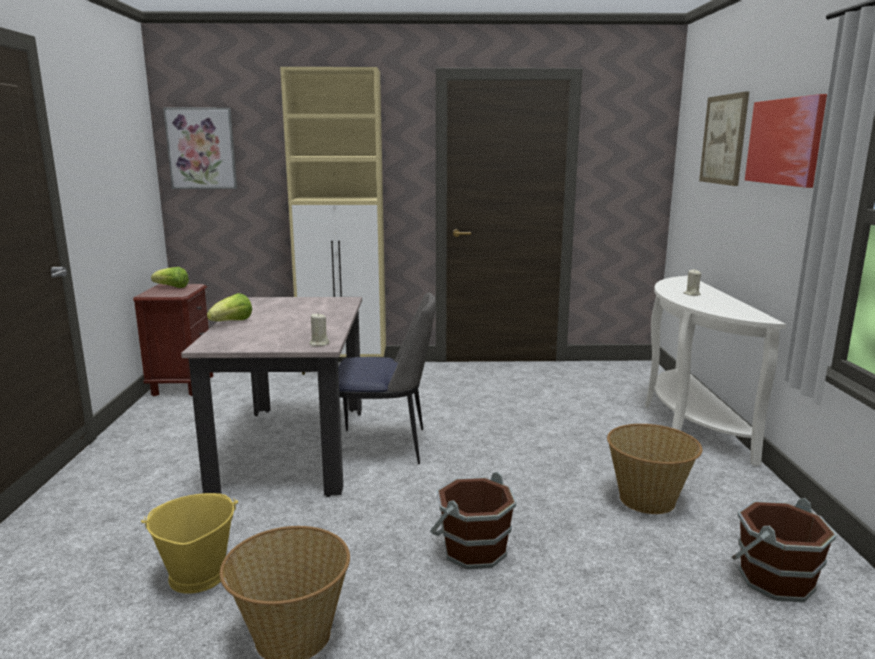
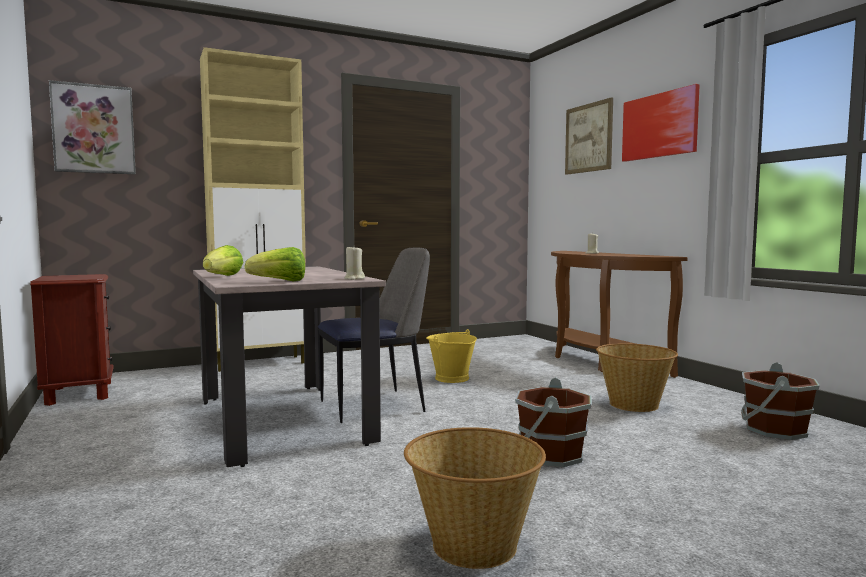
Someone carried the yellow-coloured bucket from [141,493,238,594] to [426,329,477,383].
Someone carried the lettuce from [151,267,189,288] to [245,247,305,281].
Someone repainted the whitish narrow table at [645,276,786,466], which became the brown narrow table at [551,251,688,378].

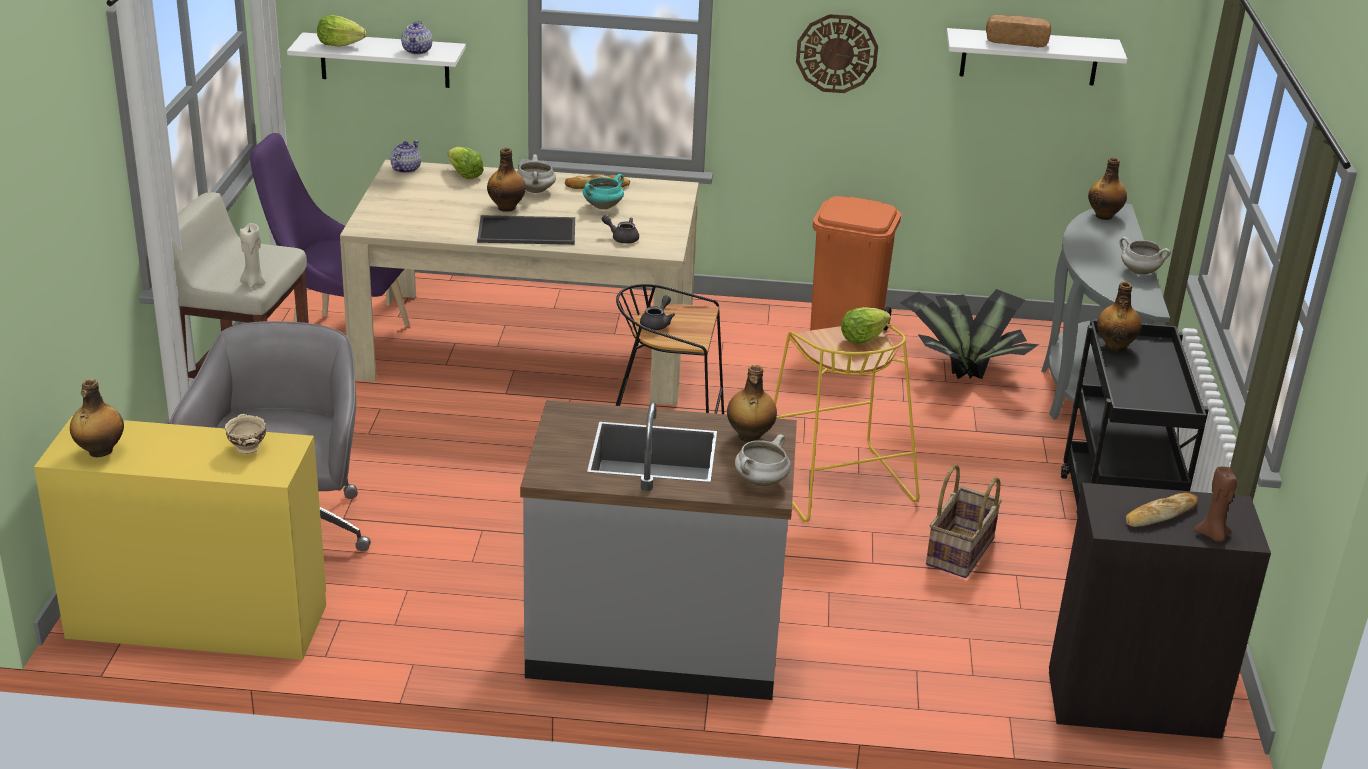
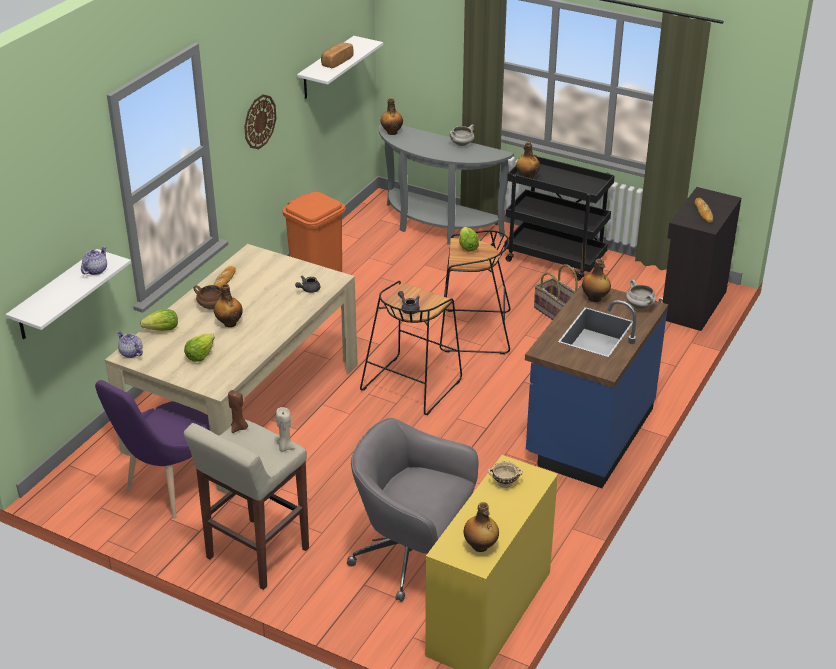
Someone took away the serving tray at [477,215,575,245].
Someone took away the turquoise-coloured stockpot at [583,174,624,210].
Someone took away the plant in a pot at [900,289,1040,379].
Someone carried the lettuce from [317,15,366,47] to [184,334,215,362].
Someone carried the brown candle from [1194,466,1237,542] to [228,390,248,433].
Someone repainted the whitish stockpot at [517,155,556,193], which became the brown stockpot at [193,285,222,310].
Someone repainted the greyish kitchen base unit at [520,400,797,700], which became the bluish kitchen base unit at [525,284,668,488].
Someone repainted the yellow-coloured sitting stool at [774,324,919,522], which became the black-coloured sitting stool at [440,230,511,354].
Someone rotated the pot for tea at [401,21,432,54] by 90 degrees counterclockwise.

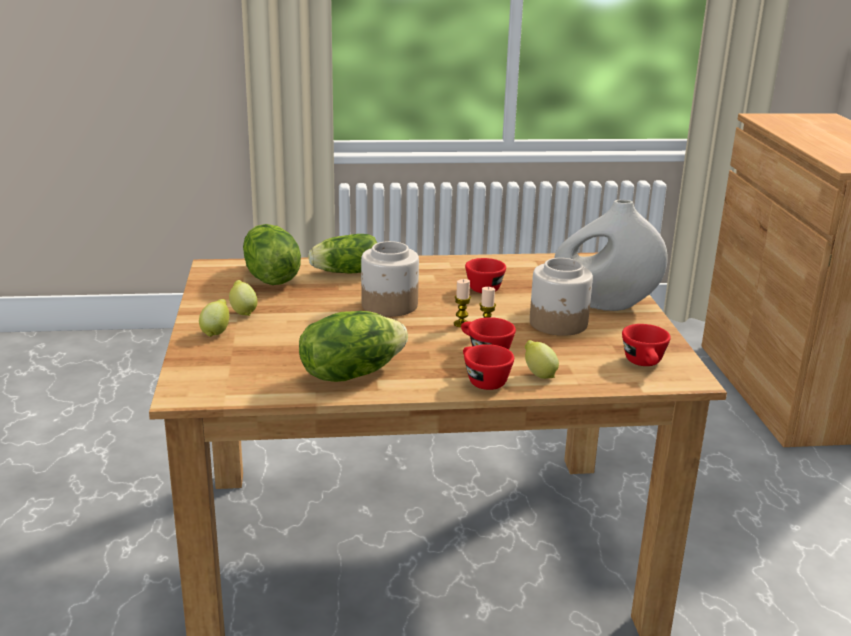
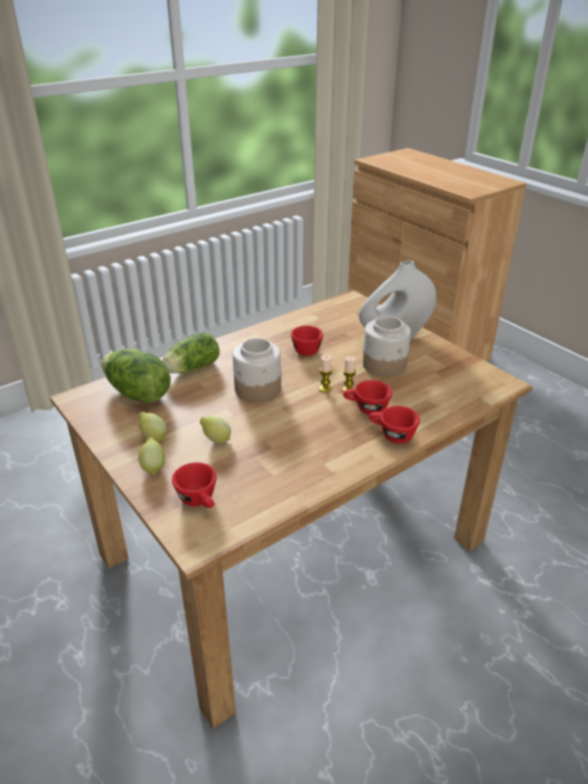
Someone took away the lettuce at [299,311,408,382].
Someone carried the whole lemon from [525,340,559,379] to [200,416,231,443].
Someone carried the red-coloured small cup from [622,324,671,366] to [172,462,217,508].

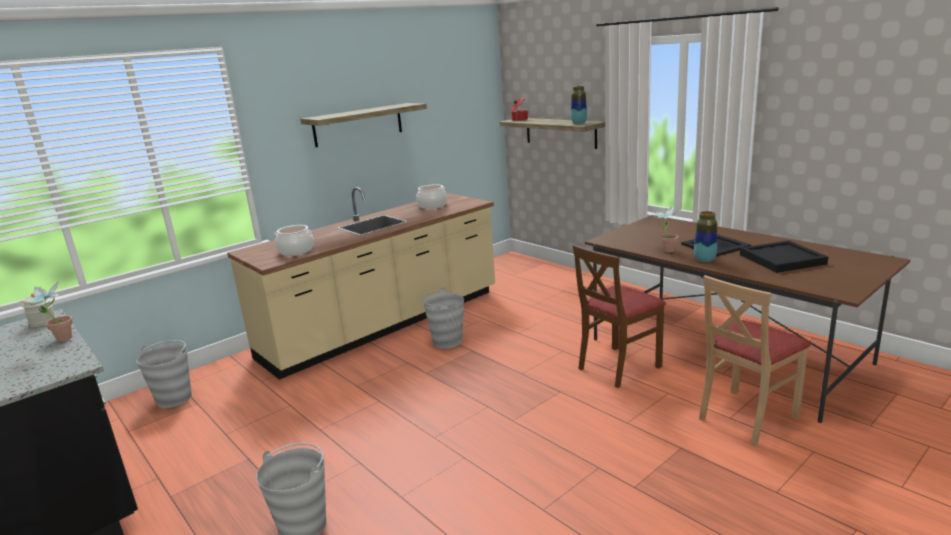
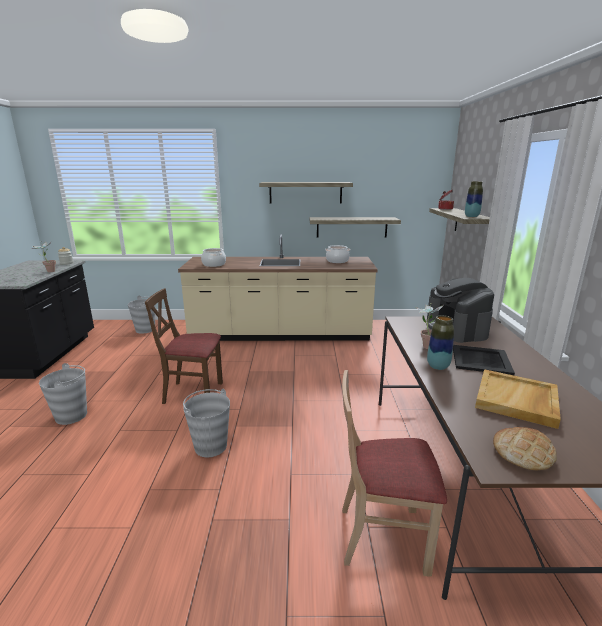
Someone put up the bracket shelf at [310,217,401,237].
Someone put down the coffee machine at [427,278,494,343].
Someone put down the baked bread at [493,427,557,470].
Someone carried the greyish bucket from [422,287,464,349] to [183,389,230,457].
Someone carried the brown chair from [573,245,666,388] to [145,288,223,404].
Someone repainted the black-coloured serving tray at [740,240,828,273], which became the beige-coloured serving tray at [475,369,561,429].

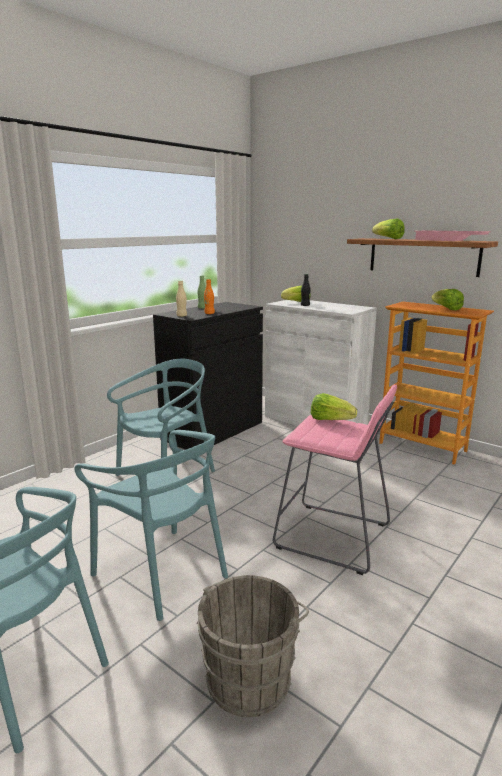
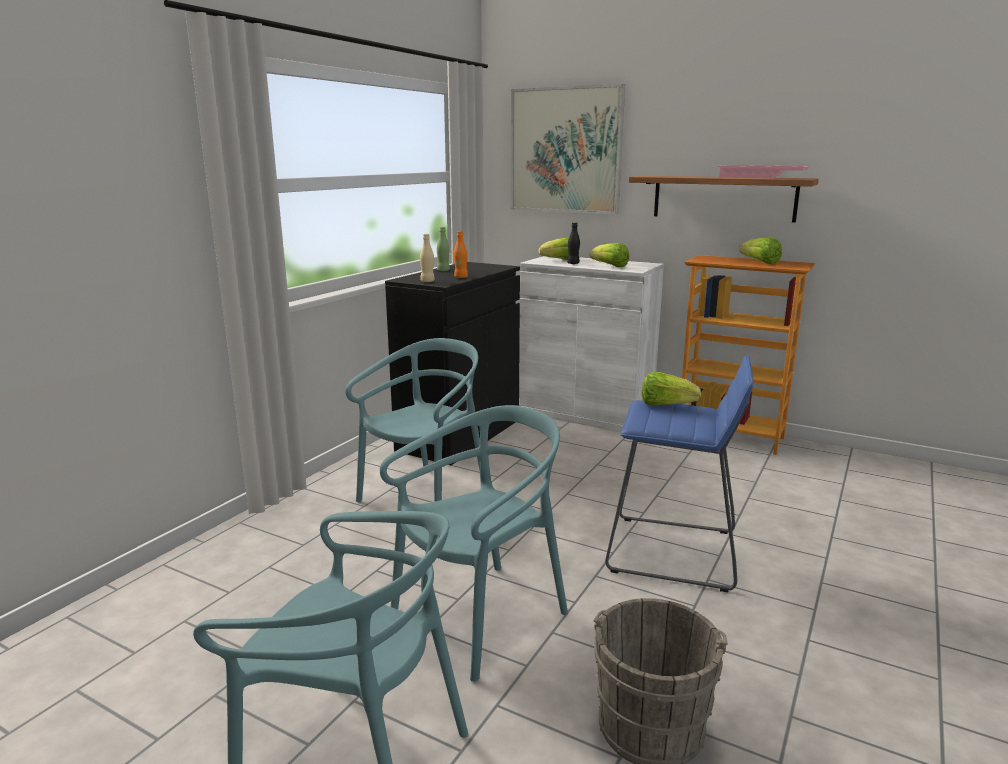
Someone put up the wall picture at [511,84,625,214].
Someone carried the lettuce from [372,218,405,239] to [590,243,629,267].
Someone repainted the pinkish sitting stool at [273,385,397,575], which became the bluish sitting stool at [605,356,754,592].
Someone rotated the turquoise-coloured chair at [74,430,228,621] by 75 degrees counterclockwise.

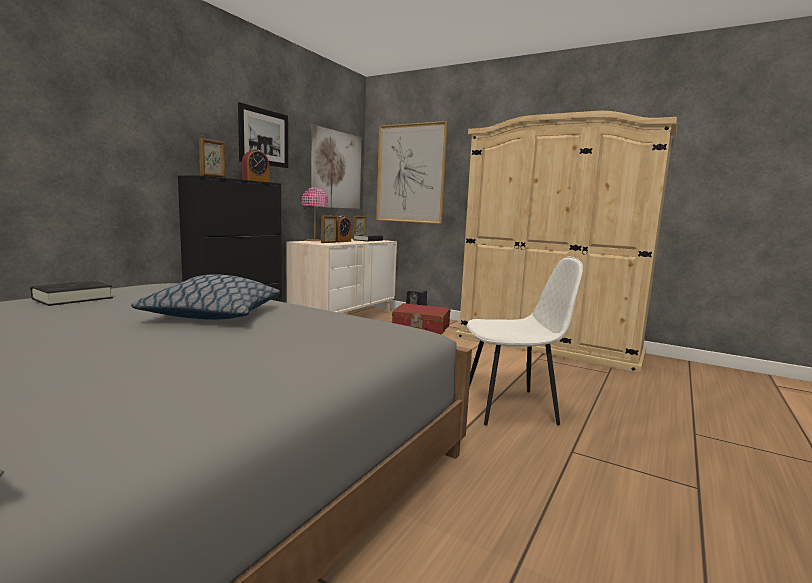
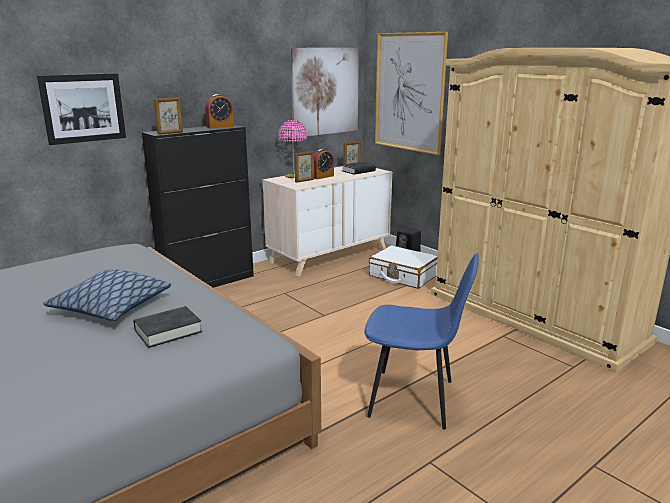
Someone carried the black-coloured book from [30,281,113,306] to [133,306,202,348].
Someone carried the wall picture from [238,102,288,168] to [37,73,126,145].
Someone repainted the red-coloured travel case at [392,303,450,334], which became the whitish travel case at [369,245,438,289].
Someone repainted the whitish chair at [467,257,583,426], which became the bluish chair at [364,253,479,430].

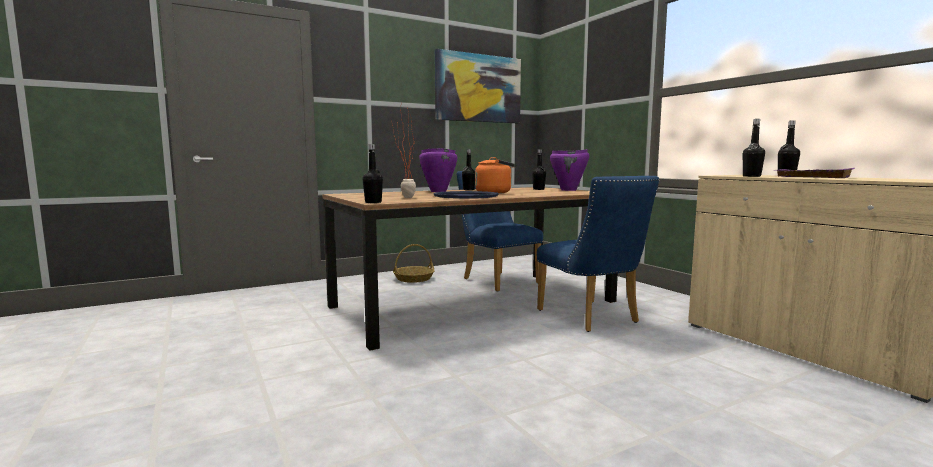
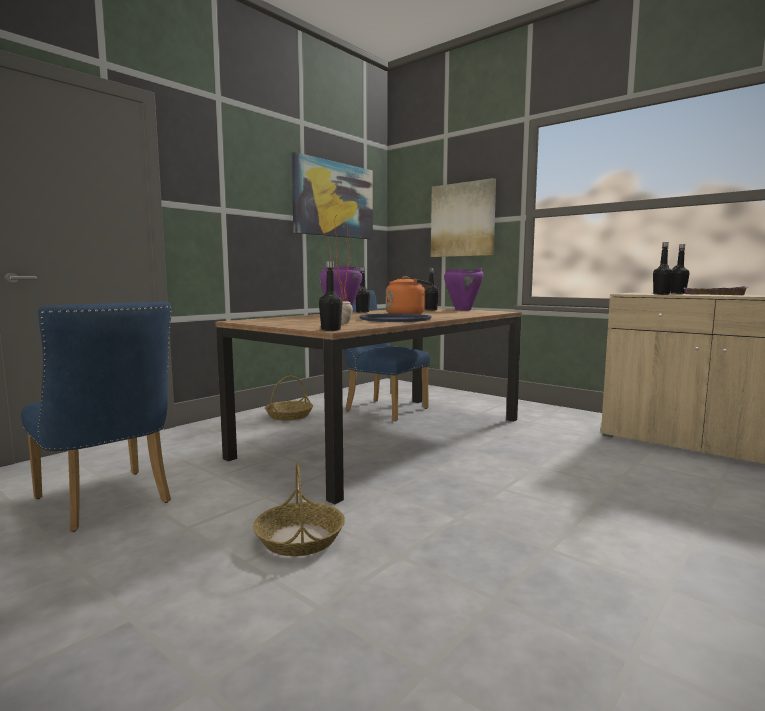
Someone put down the storage basket at [253,462,345,556].
Someone put up the wall picture at [431,178,496,257].
Someone carried the bluish chair from [537,176,660,332] to [21,302,171,532].

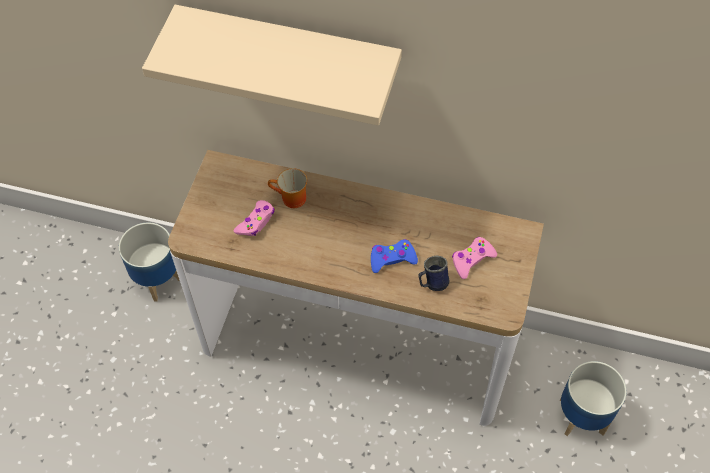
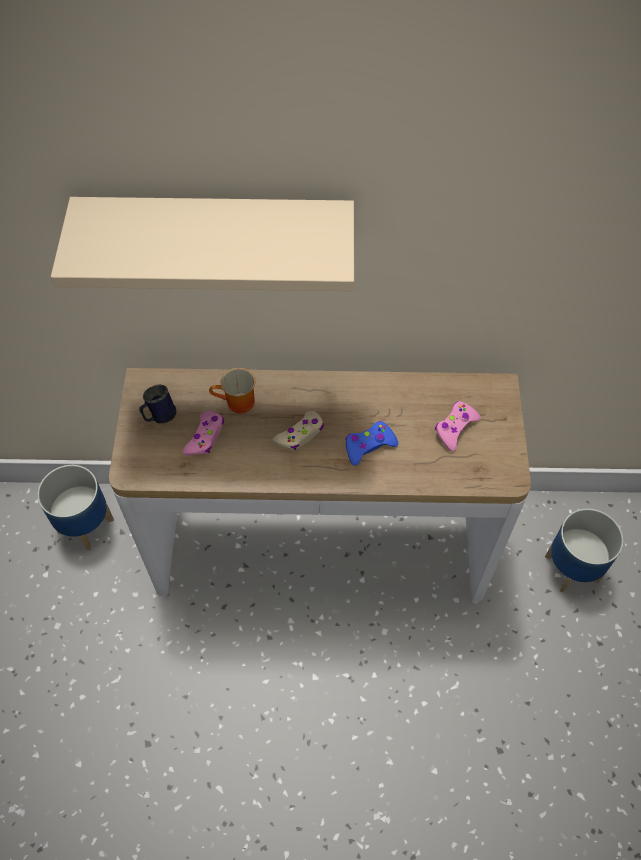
Someone put down the beige-coloured game controller at [273,411,324,450].
Someone carried the bluish coffee mug from [418,256,449,291] to [139,384,177,424].

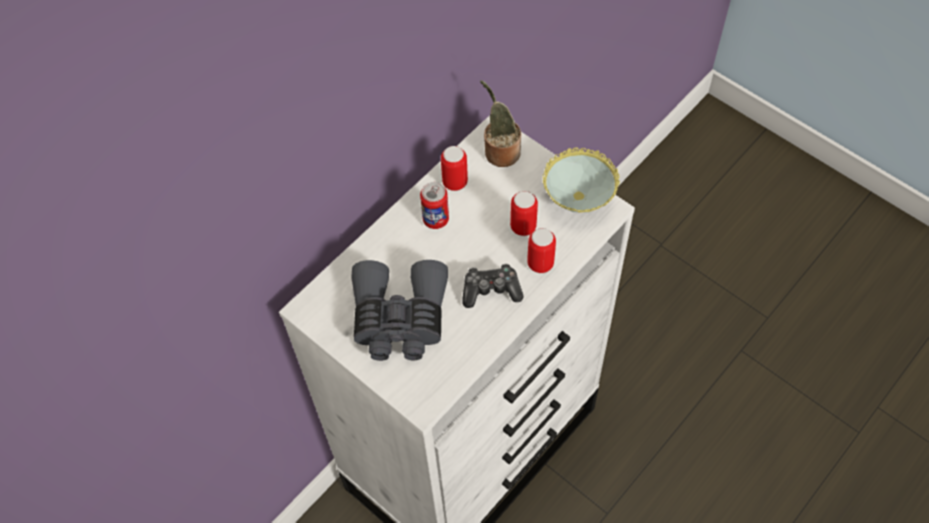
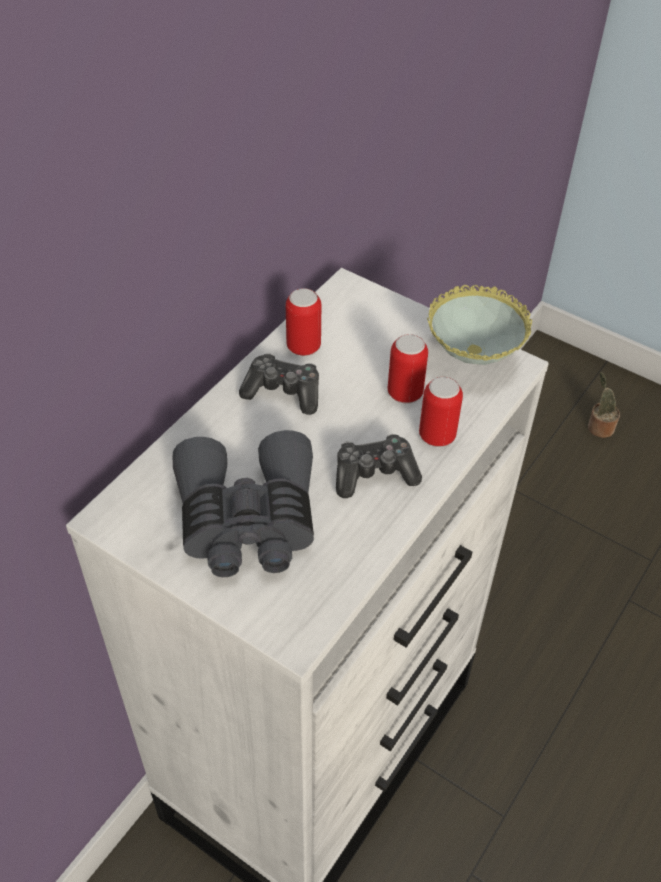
Someone carried the plant in a pot from [480,80,521,167] to [588,372,620,438].
Someone swapped the sealed can at [420,182,449,229] for the game controller at [239,353,319,415].

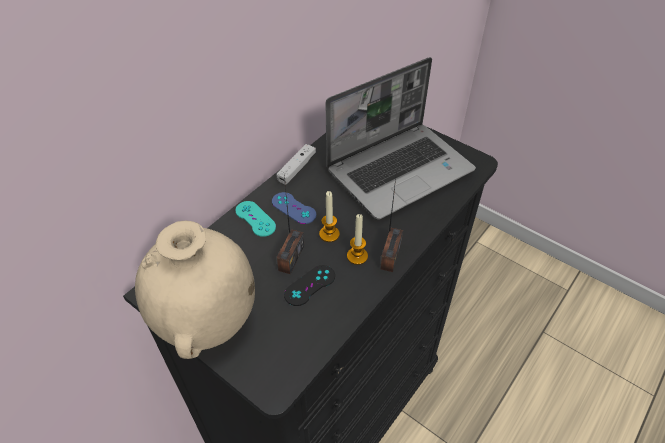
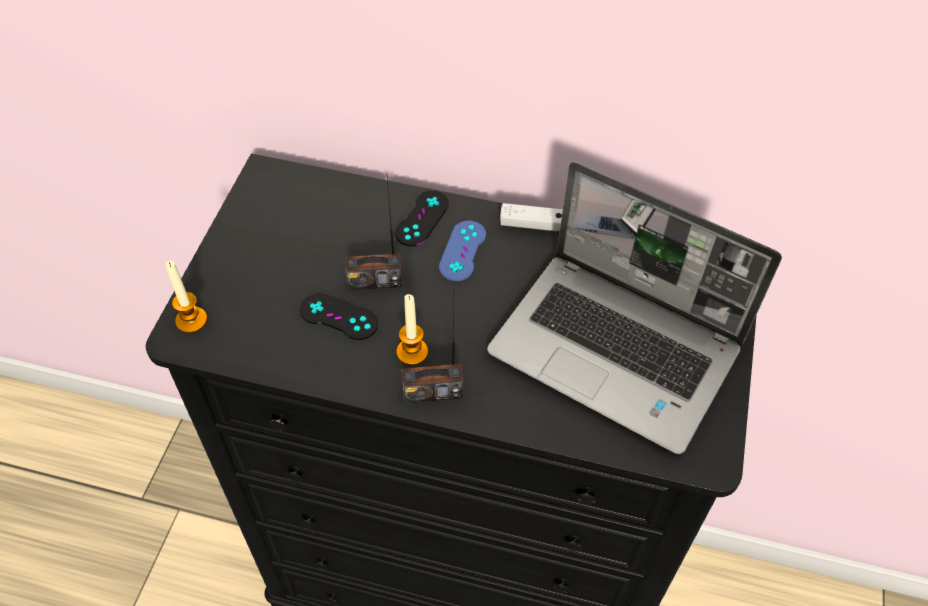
Someone took away the beige-coloured decorative vase at [135,221,255,359].
Someone carried the candle from [319,191,340,242] to [166,261,207,333].
Someone repainted the turquoise-coloured game controller at [235,201,276,237], which became the black-coloured game controller at [395,191,449,246].

